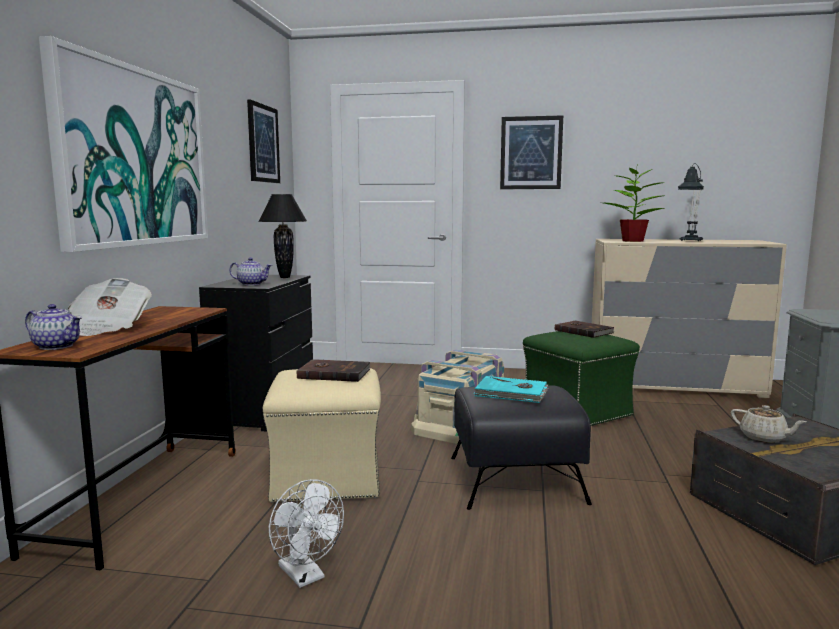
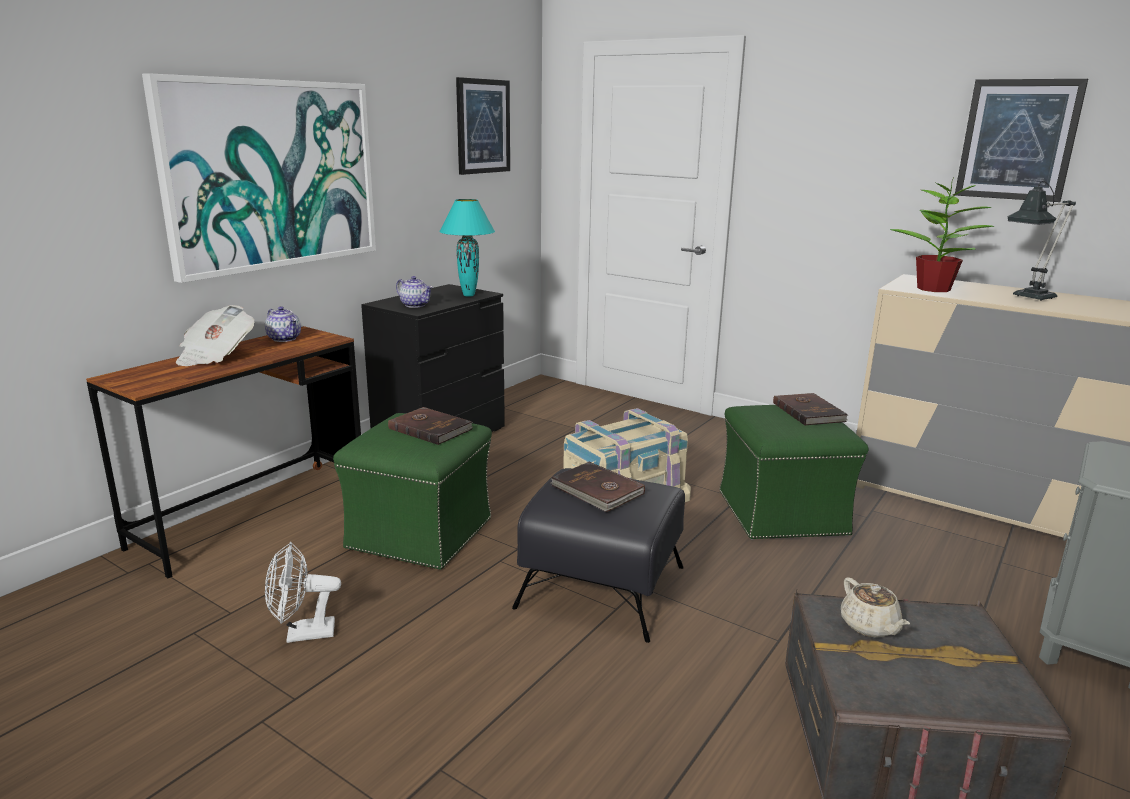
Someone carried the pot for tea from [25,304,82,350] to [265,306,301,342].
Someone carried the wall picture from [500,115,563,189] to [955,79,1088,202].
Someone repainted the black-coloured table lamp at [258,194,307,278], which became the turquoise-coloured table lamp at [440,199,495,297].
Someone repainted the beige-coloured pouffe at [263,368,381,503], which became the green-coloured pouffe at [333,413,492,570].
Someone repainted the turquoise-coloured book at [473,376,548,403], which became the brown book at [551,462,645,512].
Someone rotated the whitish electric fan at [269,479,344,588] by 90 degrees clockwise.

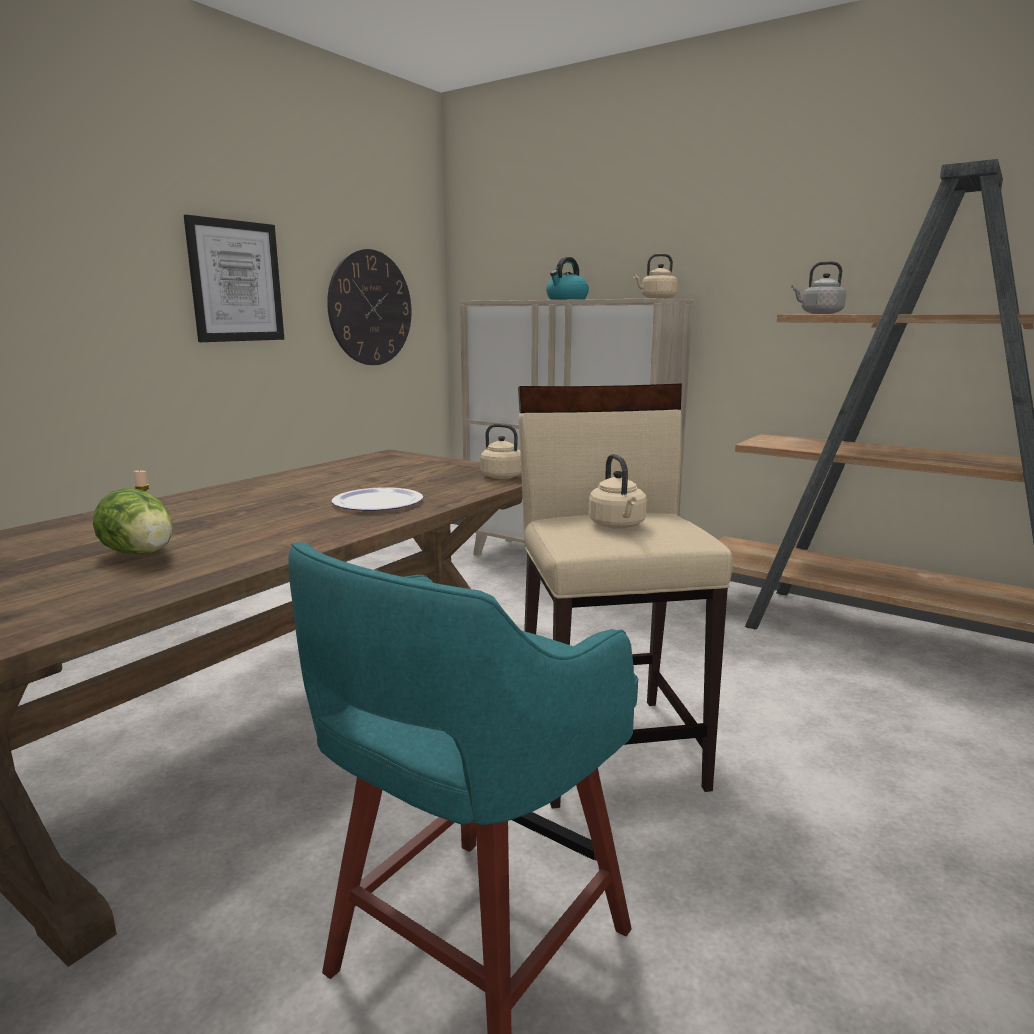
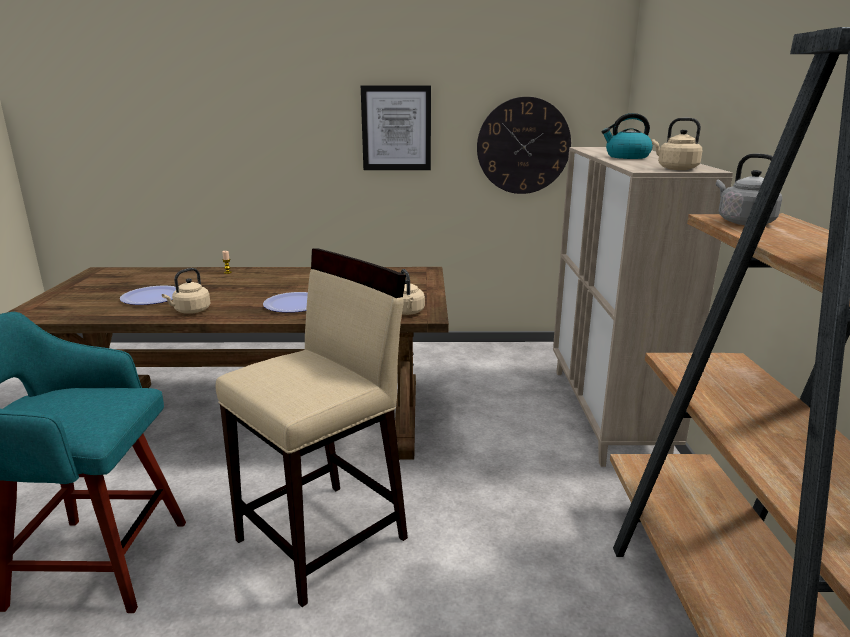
Someone carried the beige-coloured tea kettle from [589,454,647,529] to [162,268,210,314].
Someone swapped the lettuce at [93,488,173,554] for the dinner plate at [120,286,176,305].

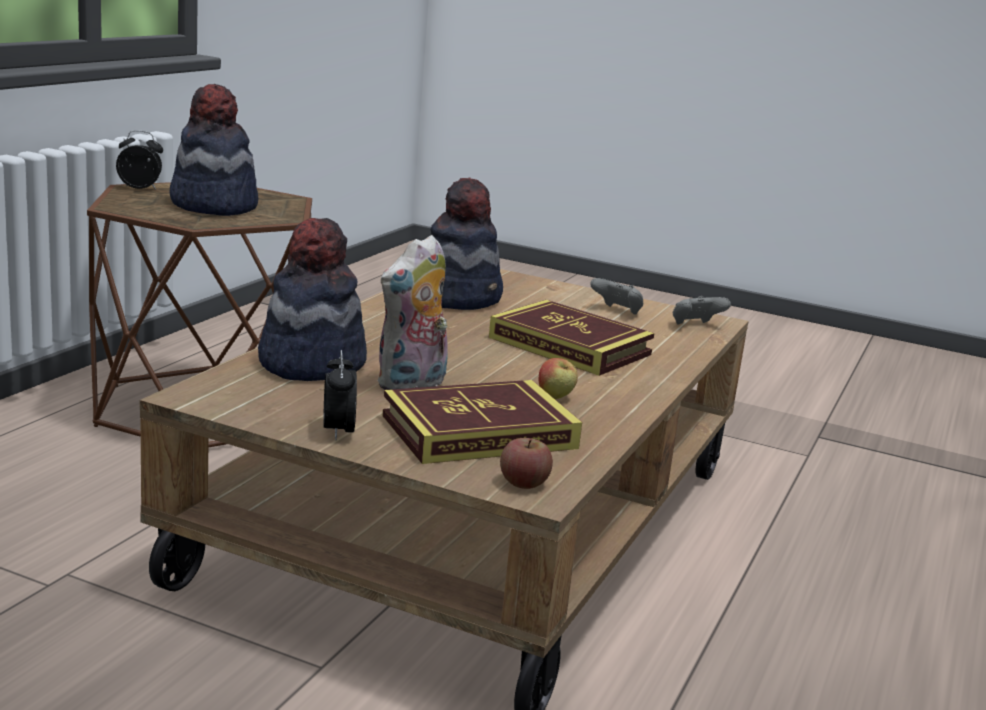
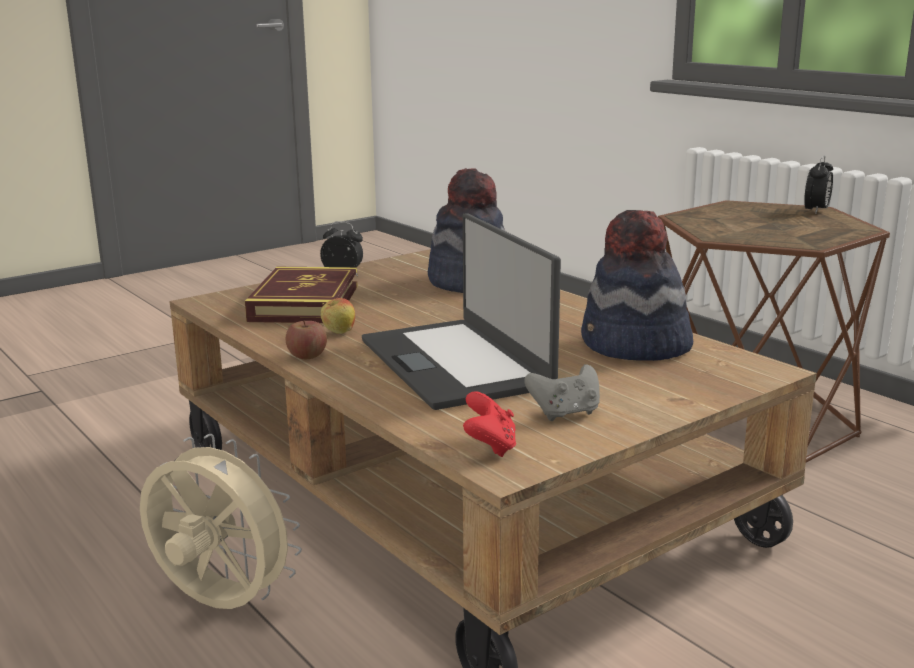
Someone took away the hat at [170,84,258,216].
Someone took away the soft toy at [377,235,448,390].
Someone put down the beige-coloured electric fan at [140,434,302,609].
Someone carried the apple fruit from [500,438,553,489] to [286,321,327,359].
Someone swapped the book at [489,300,655,376] for the portable computer at [362,213,561,410].
Someone repainted the greyish game controller at [672,296,731,325], which became the red-coloured game controller at [463,392,516,457].

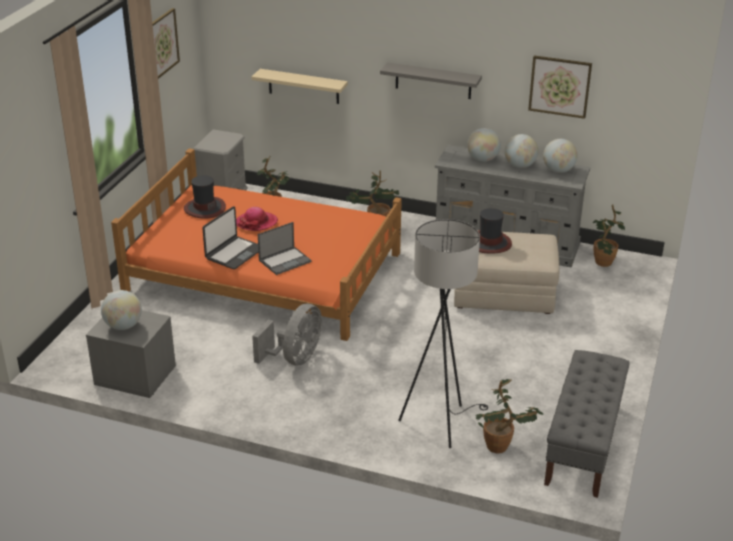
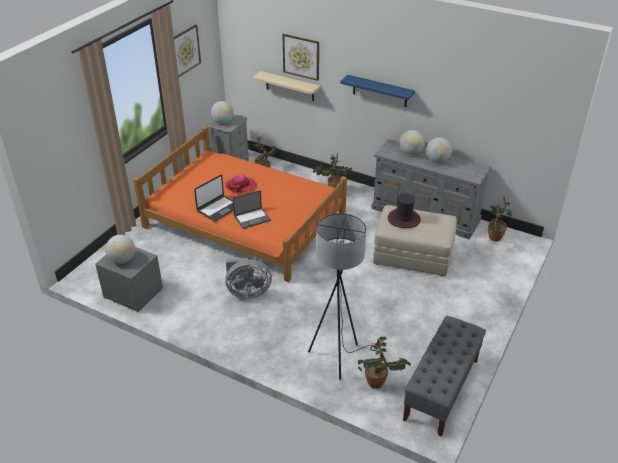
Someone took away the hat at [184,175,226,219].
Someone carried the wall picture from [528,55,592,119] to [282,34,319,81].
Someone carried the desk globe from [543,139,578,173] to [211,101,234,124].
Someone repainted the greyish bracket shelf at [380,62,482,99], which became the bluish bracket shelf at [340,75,415,107].
Someone rotated the greyish electric fan at [252,303,322,366] by 45 degrees clockwise.

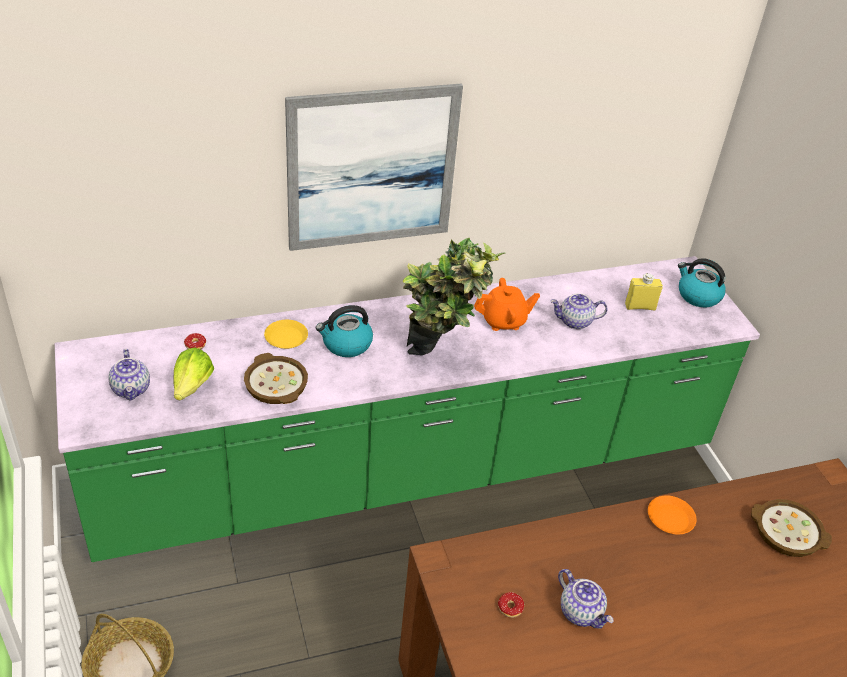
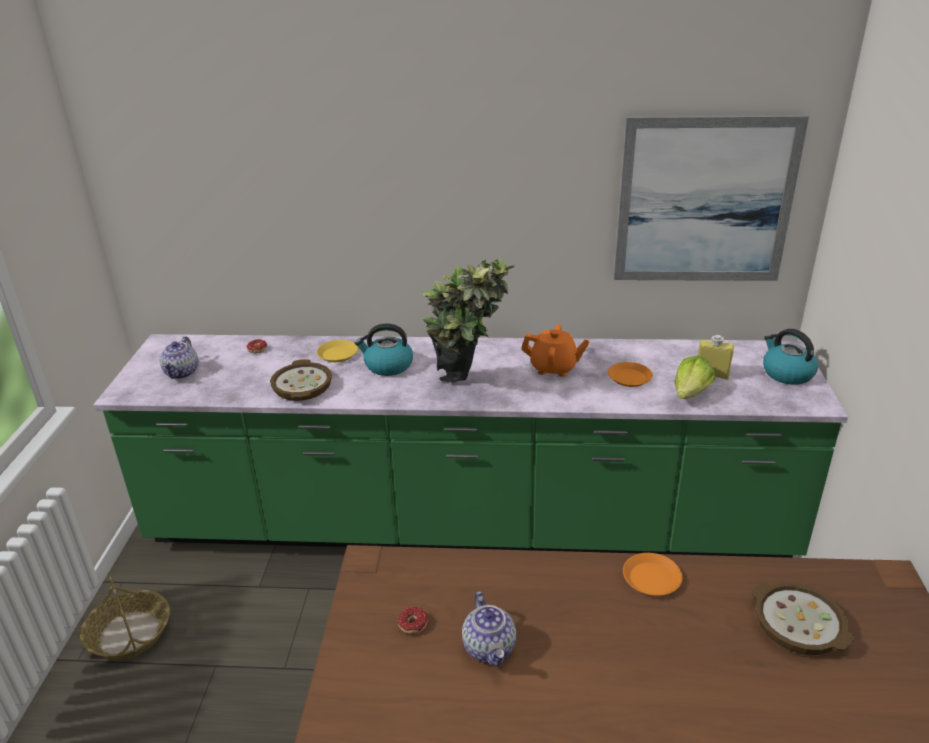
Someone carried the lettuce from [173,347,214,400] to [674,356,716,399].
Someone carried the wall picture from [285,84,463,251] to [614,115,809,281].
Someone swapped the pot for tea at [551,293,607,329] for the orange dinner plate at [608,362,653,387].

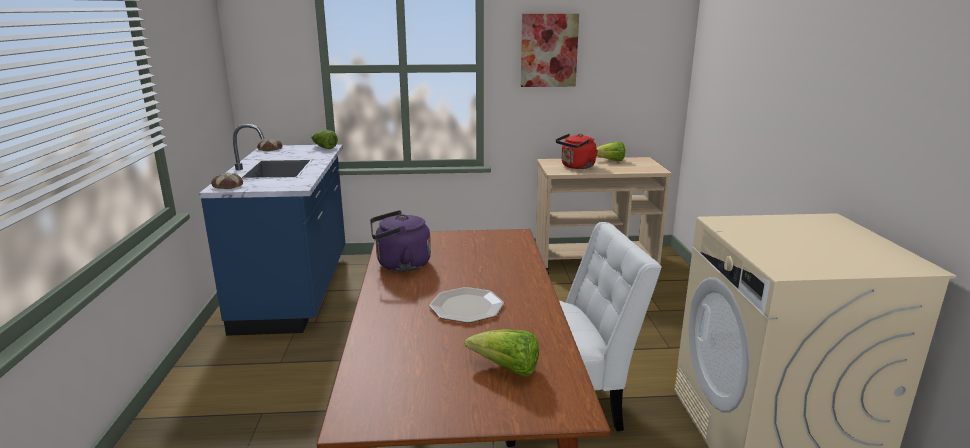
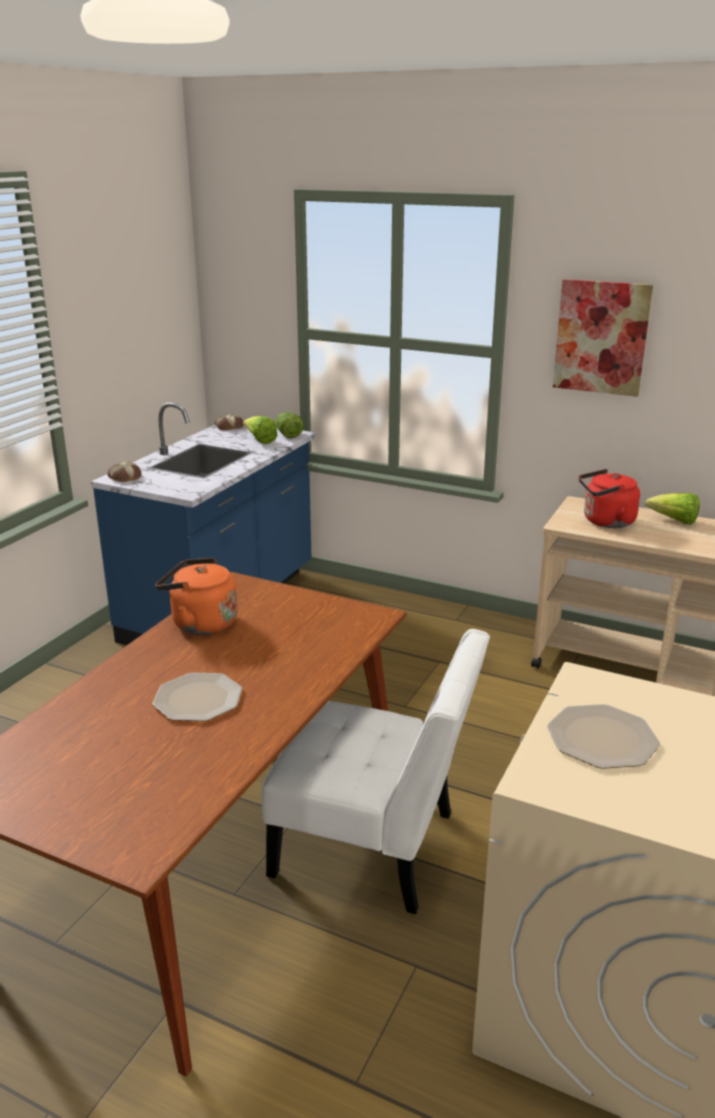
Someone put down the dinner plate at [547,704,660,769].
Someone carried the lettuce from [465,329,539,377] to [243,416,278,444].
Someone repainted the purple-coloured tea kettle at [370,210,431,272], which became the orange tea kettle at [155,558,238,635].

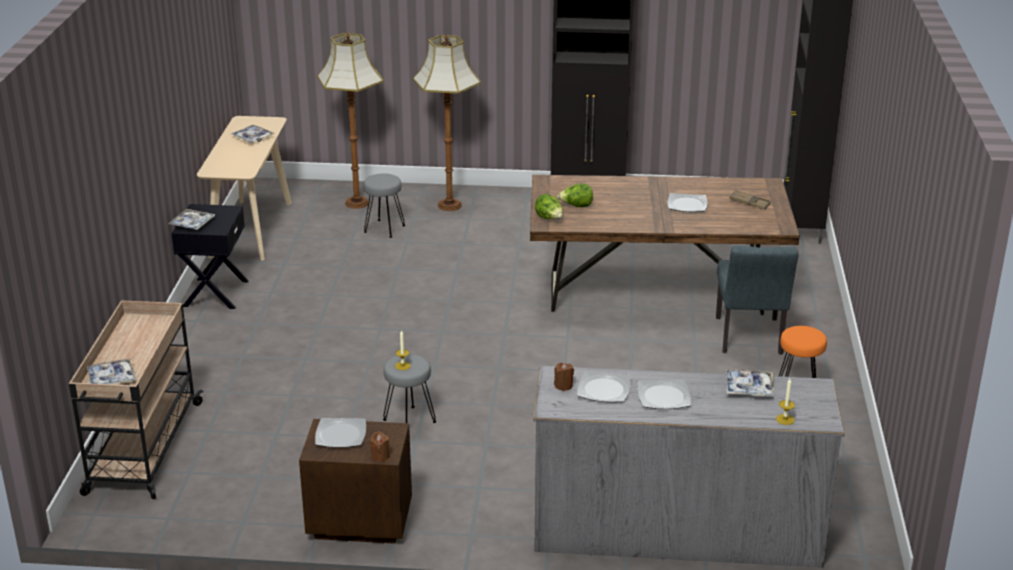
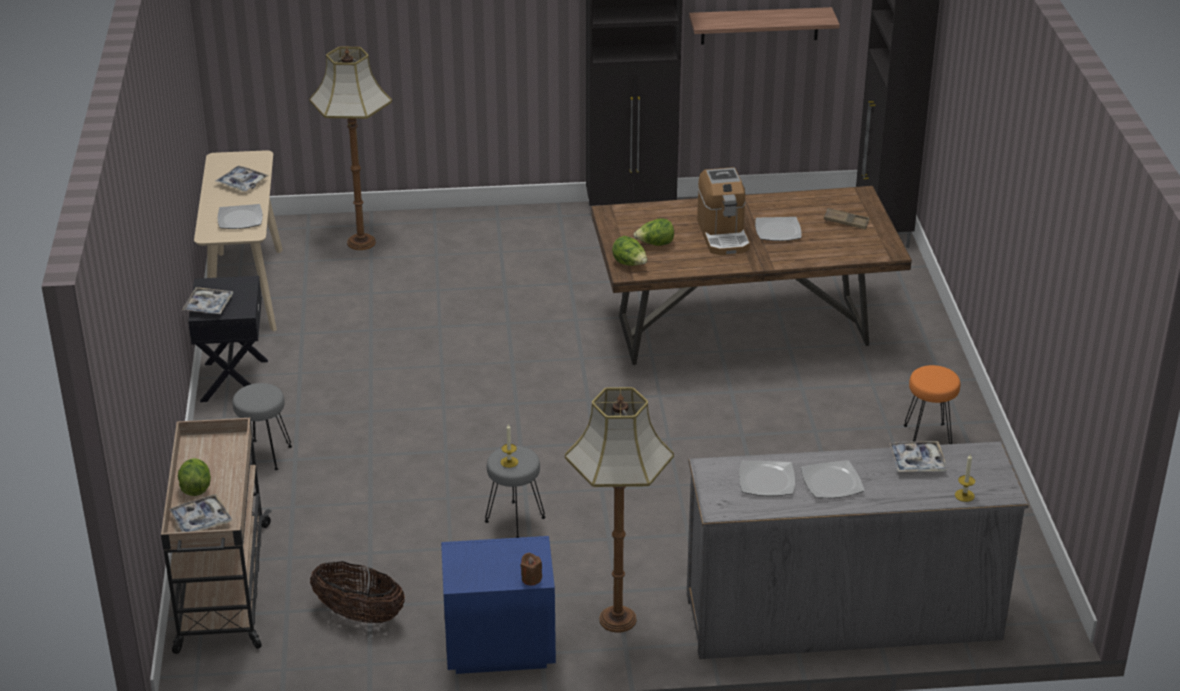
Someone took away the brown candle at [554,363,574,391].
Someone took away the greyish chair at [716,246,799,355].
Someone put down the lettuce at [178,458,211,496].
Someone put down the storage basket at [310,561,405,623].
Someone put up the bracket shelf at [689,7,840,45].
Someone put down the coffee machine at [697,167,750,255].
Someone carried the dinner plate from [315,418,366,448] to [218,204,263,229].
Someone carried the greyish sitting stool from [364,174,405,238] to [233,383,292,470].
Someone carried the floor lamp from [413,35,481,211] to [565,387,674,633].
Someone repainted the brown nightstand at [299,419,412,544], which became the bluish nightstand at [441,536,556,674].

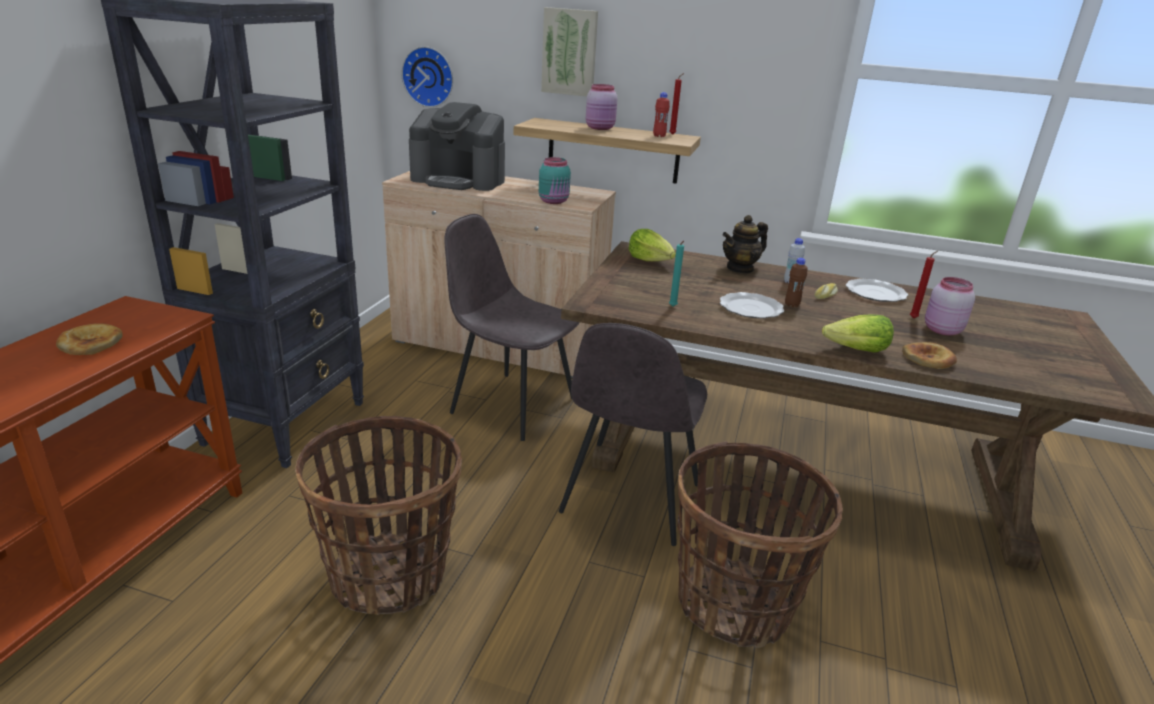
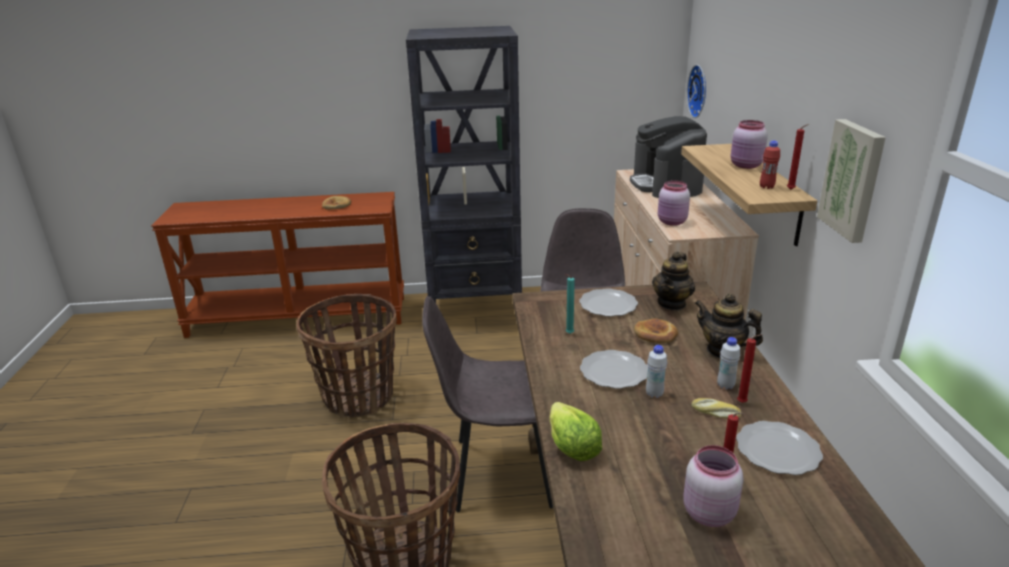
Someone put down the dinner plate at [579,288,638,317].
Someone put down the red-coloured candle at [737,334,763,403].
Someone carried the wall picture from [541,7,598,97] to [817,119,886,243].
Someone carried the baked bread from [902,342,957,369] to [634,318,678,343].
Someone swapped the lettuce at [629,229,676,261] for the pot for tea at [652,252,695,310].
Someone repainted the turquoise-coloured preserve jar at [539,157,571,204], which became the pinkish preserve jar at [658,180,690,226].
Someone repainted the brown drink bottle at [785,258,808,307], which became the whitish drink bottle at [646,345,667,398].

